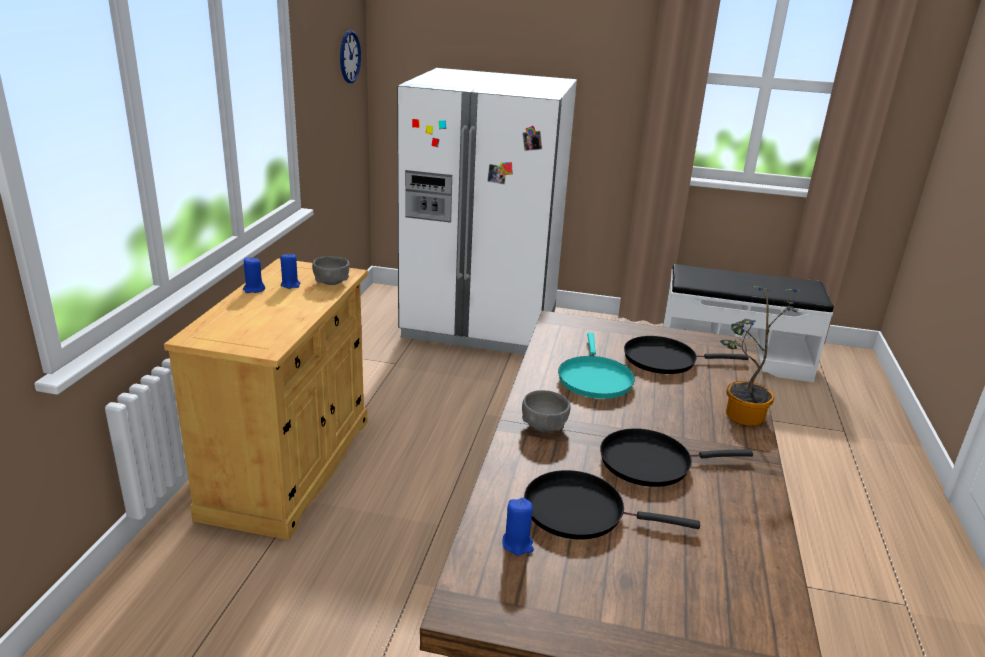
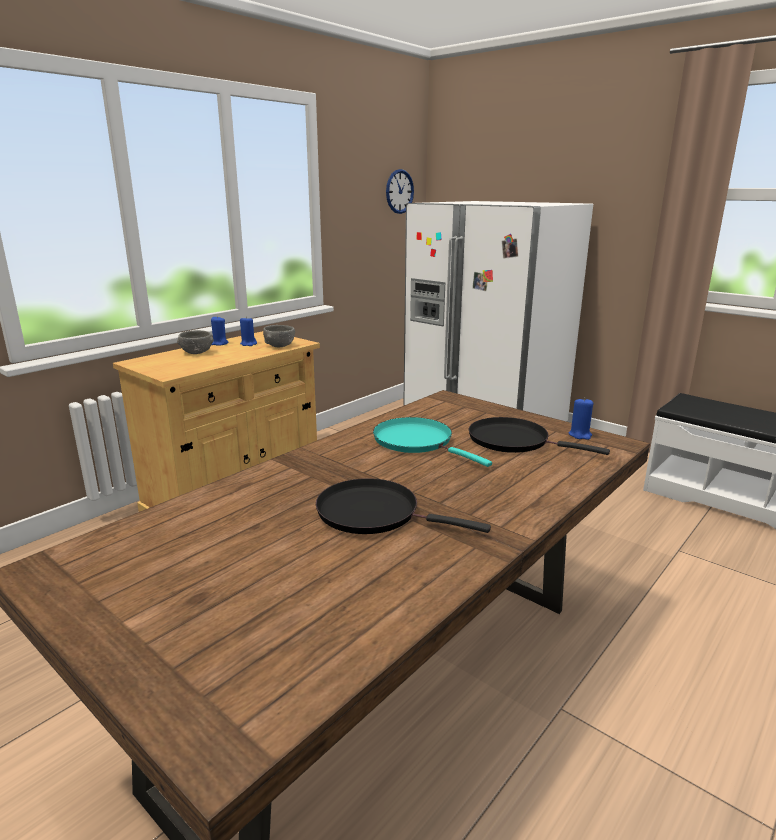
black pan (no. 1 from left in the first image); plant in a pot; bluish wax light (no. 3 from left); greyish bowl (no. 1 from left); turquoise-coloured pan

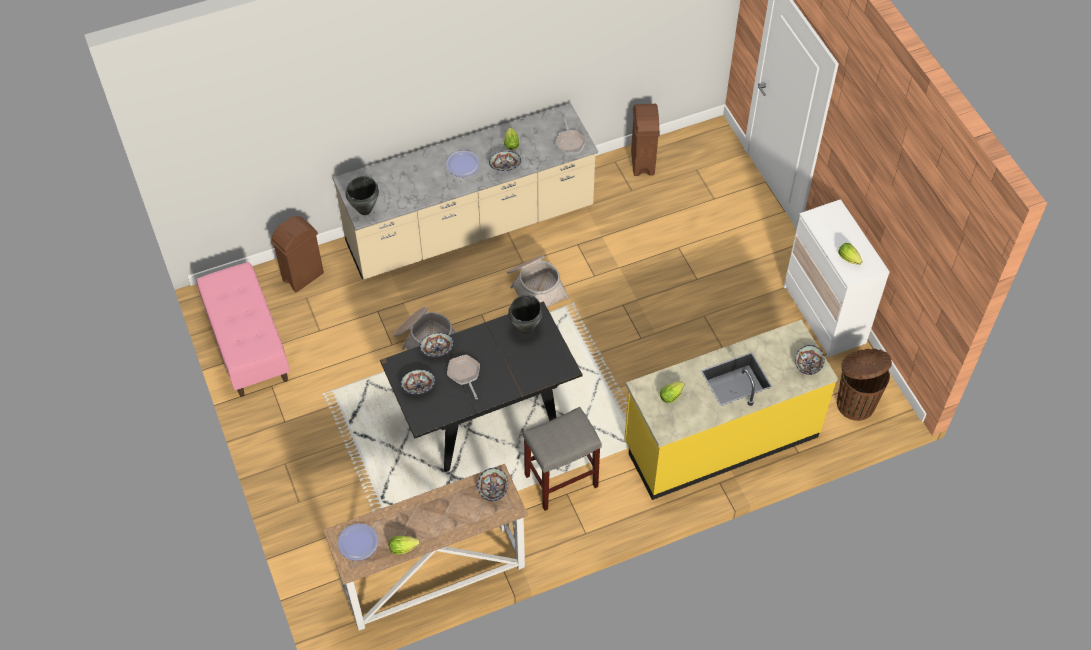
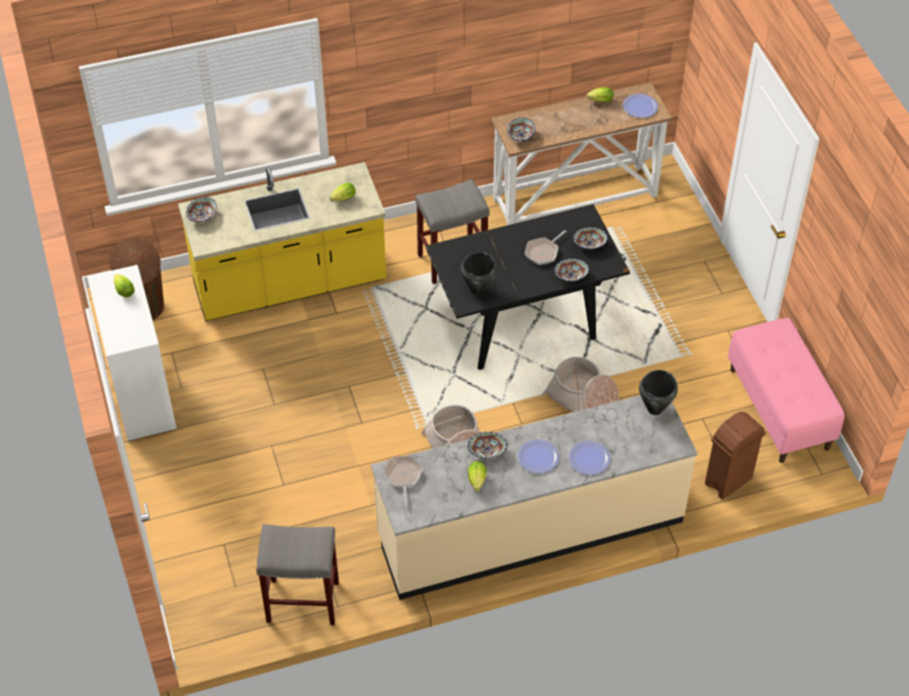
dinner plate (no. 2 from left); greyish sitting stool (no. 1 from left); pan (no. 2 from left)

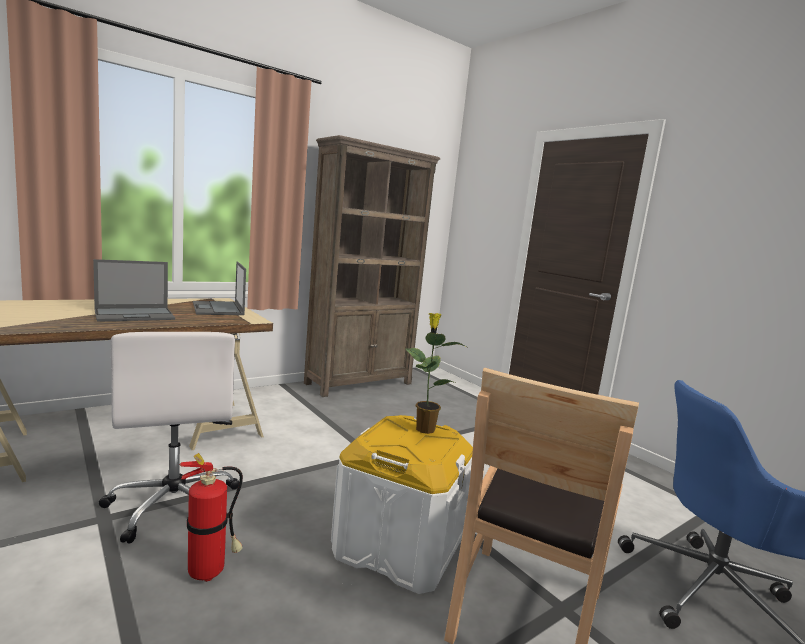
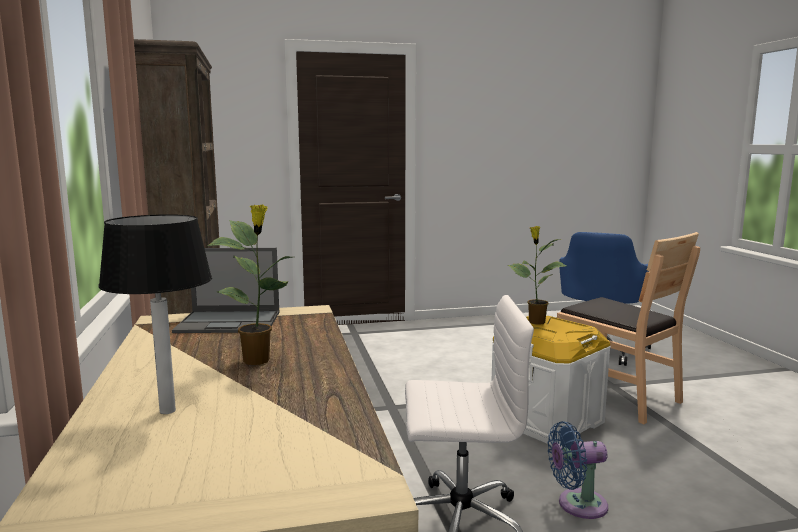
tabletop lamp; plant in a pot (no. 1 from left); bluish fan

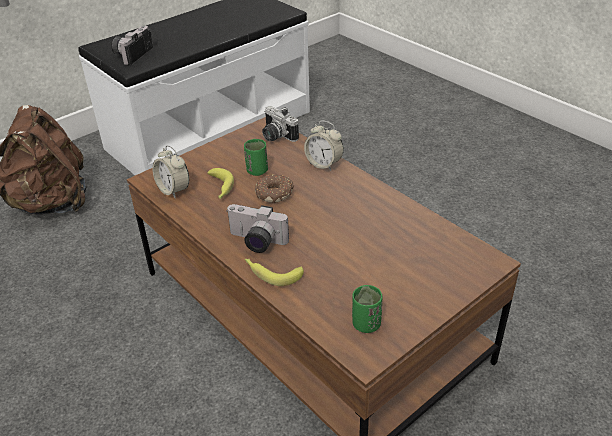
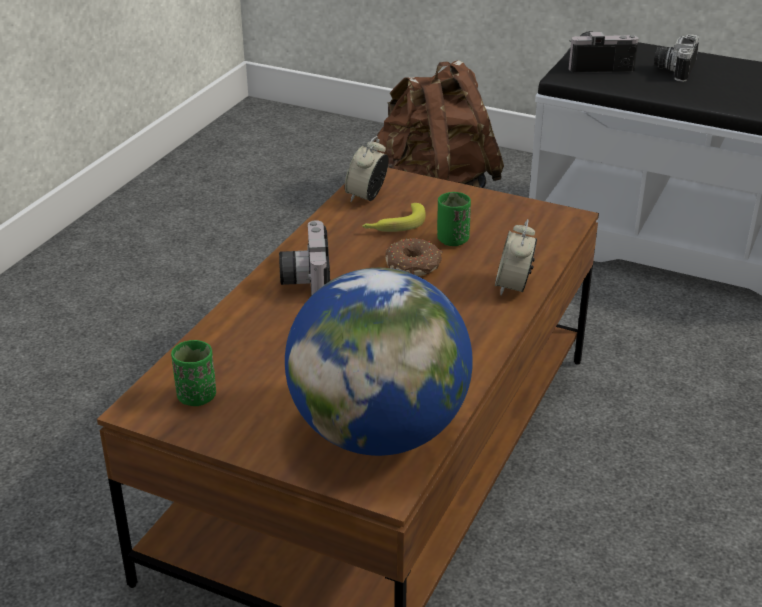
whole banana (no. 2 from left in the first image); globe; still camera (no. 3 from left)

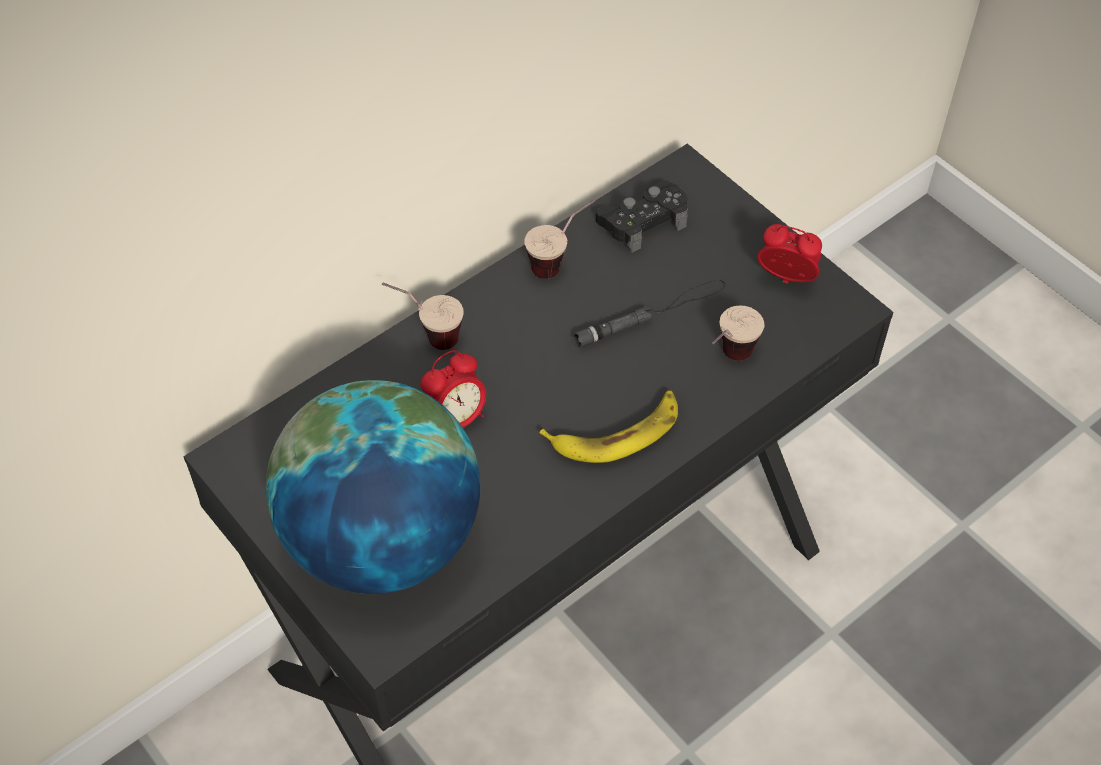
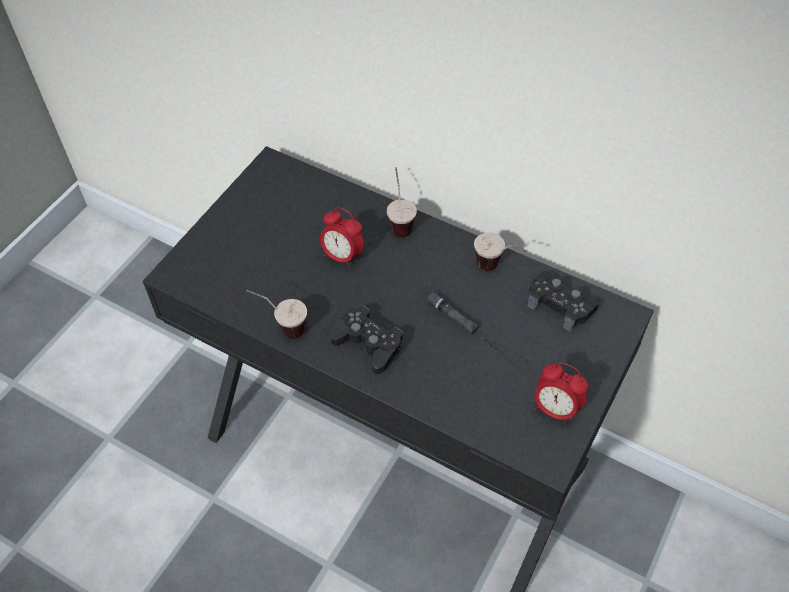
globe; small cup (no. 1 from left); black gamepad (no. 1 from left); bedside clock (no. 2 from left)

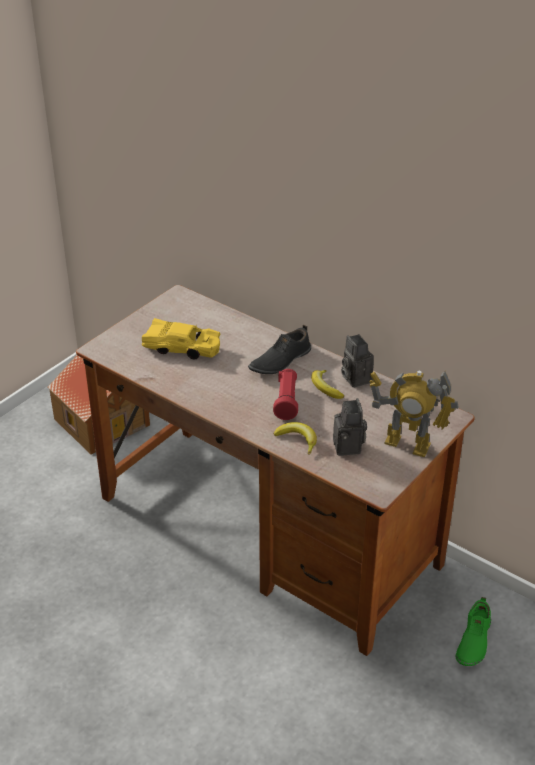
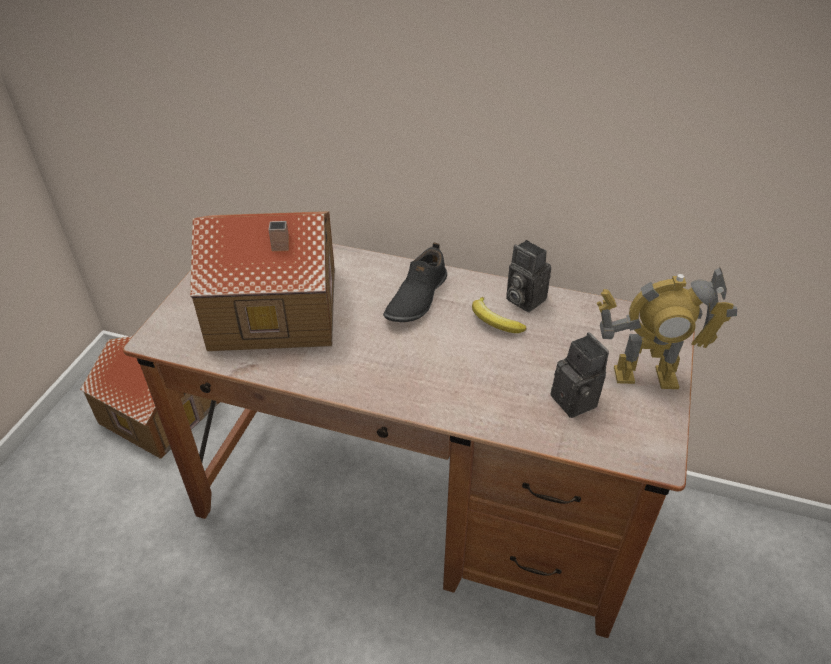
red torch; whole banana (no. 1 from left in the first image); green shoe; toy house (no. 2 from left)

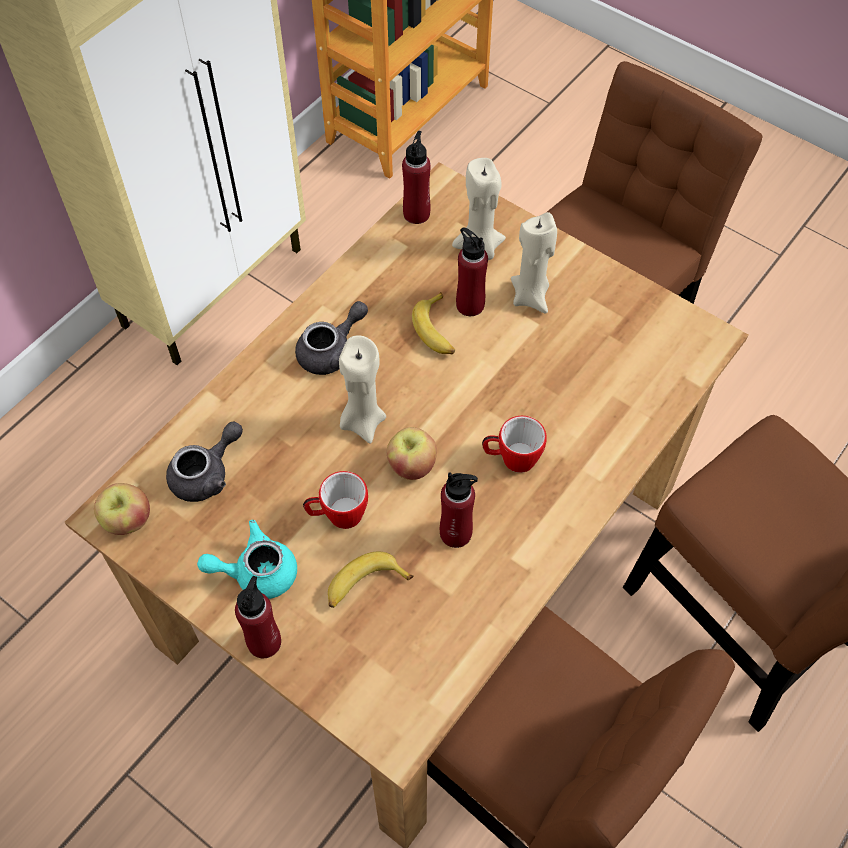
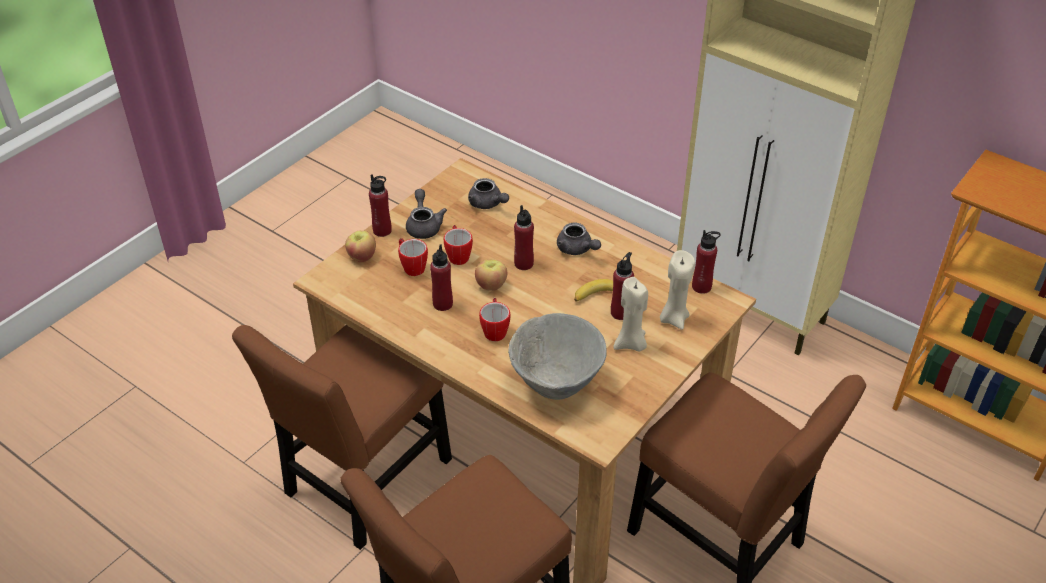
greyish bowl; apple fruit (no. 1 from left); coffee mug (no. 1 from left); red beverage bottle (no. 3 from left); greyish tea pot (no. 1 from left)

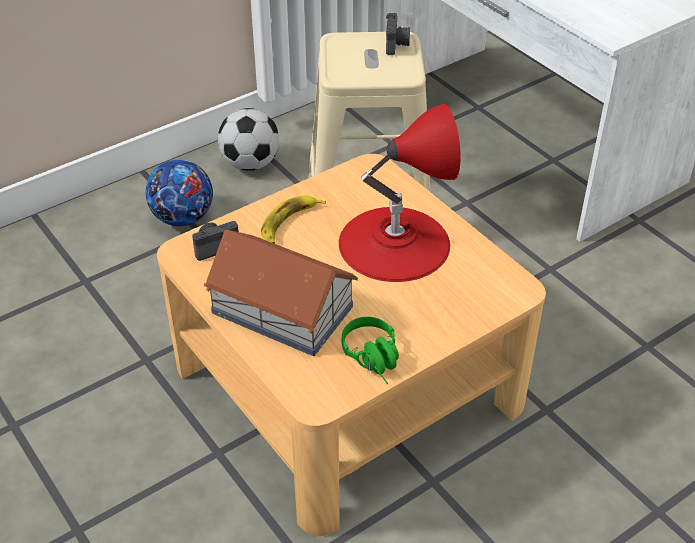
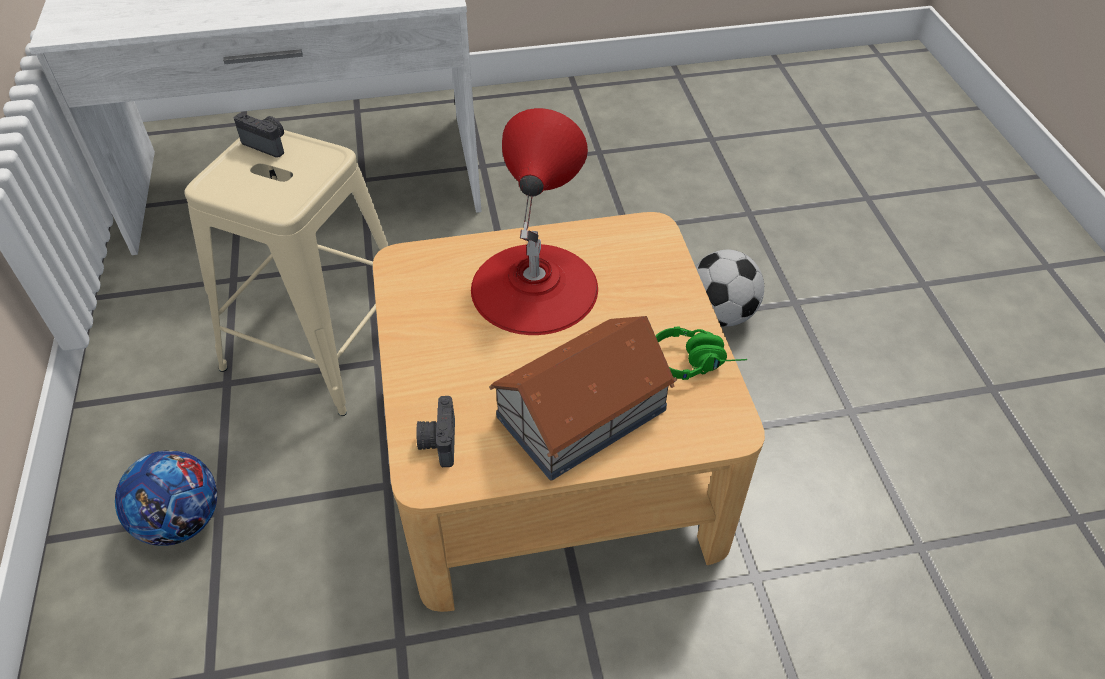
whole banana; football (no. 2 from left)

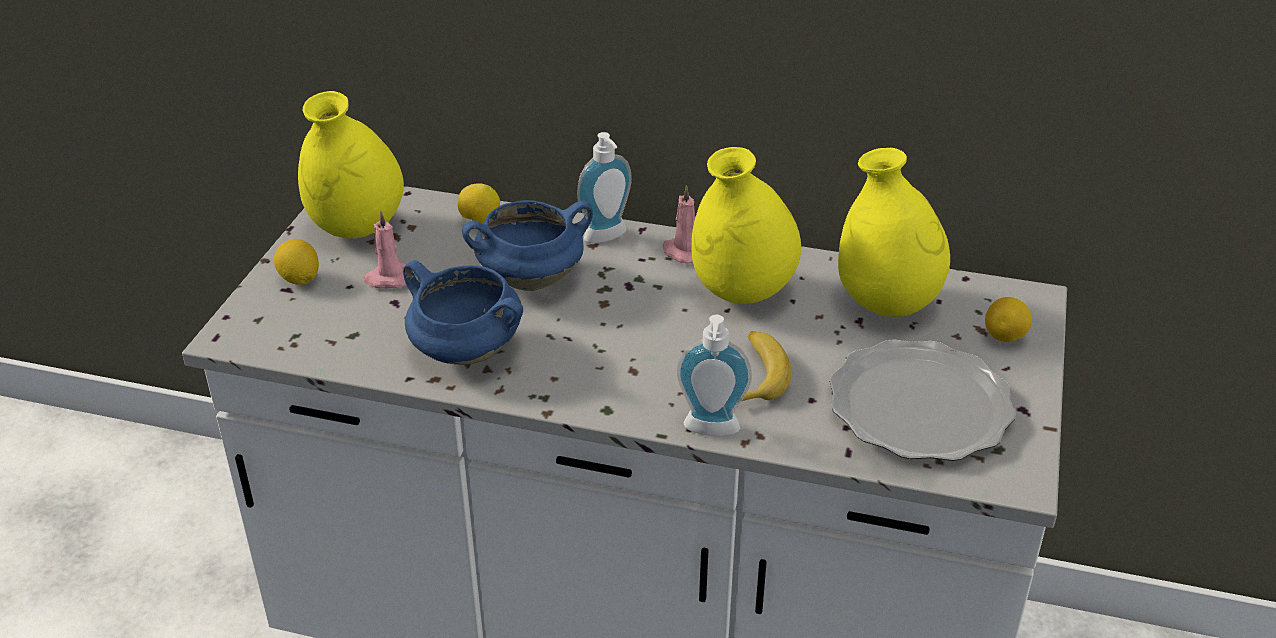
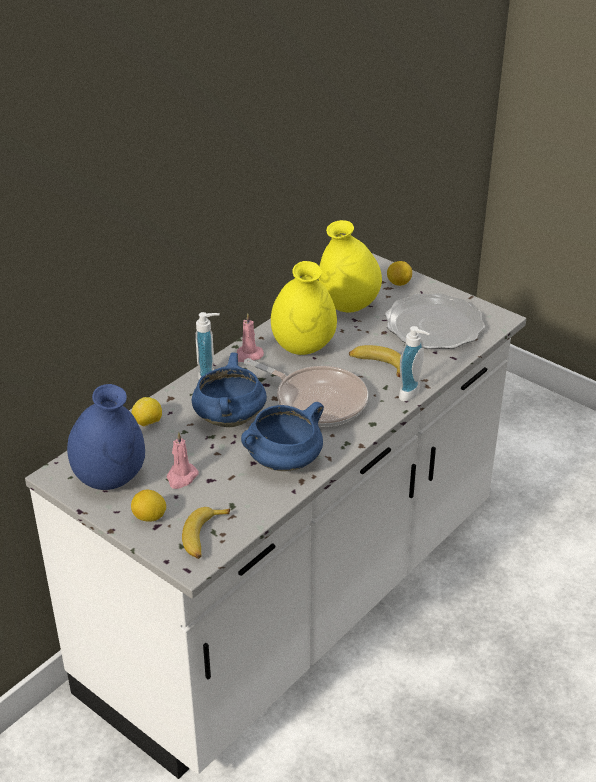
whole banana (no. 1 from left); pan; bluish flower vase

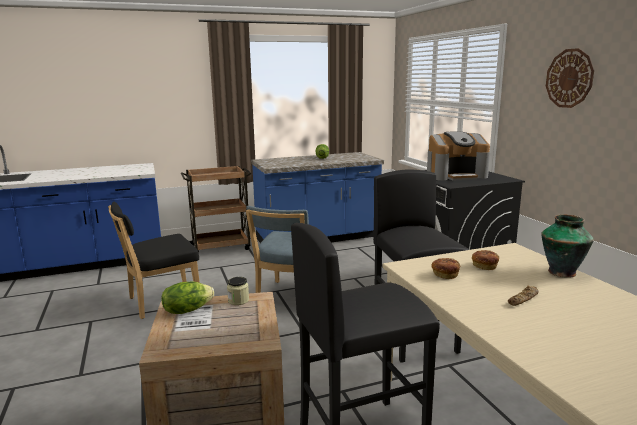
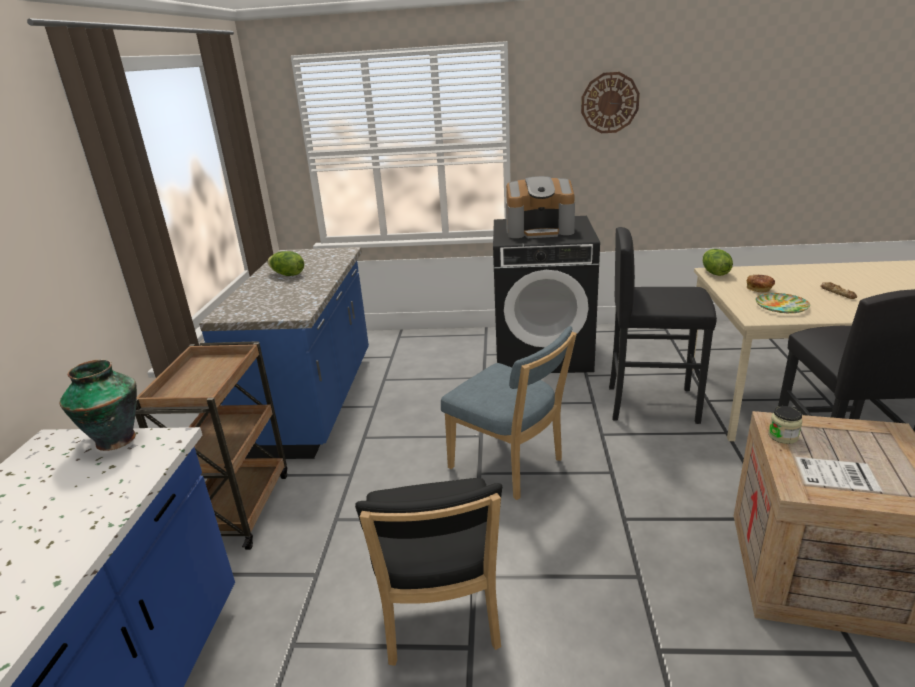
lettuce head (no. 2 from left); flower vase; dinner plate; coffee maker

